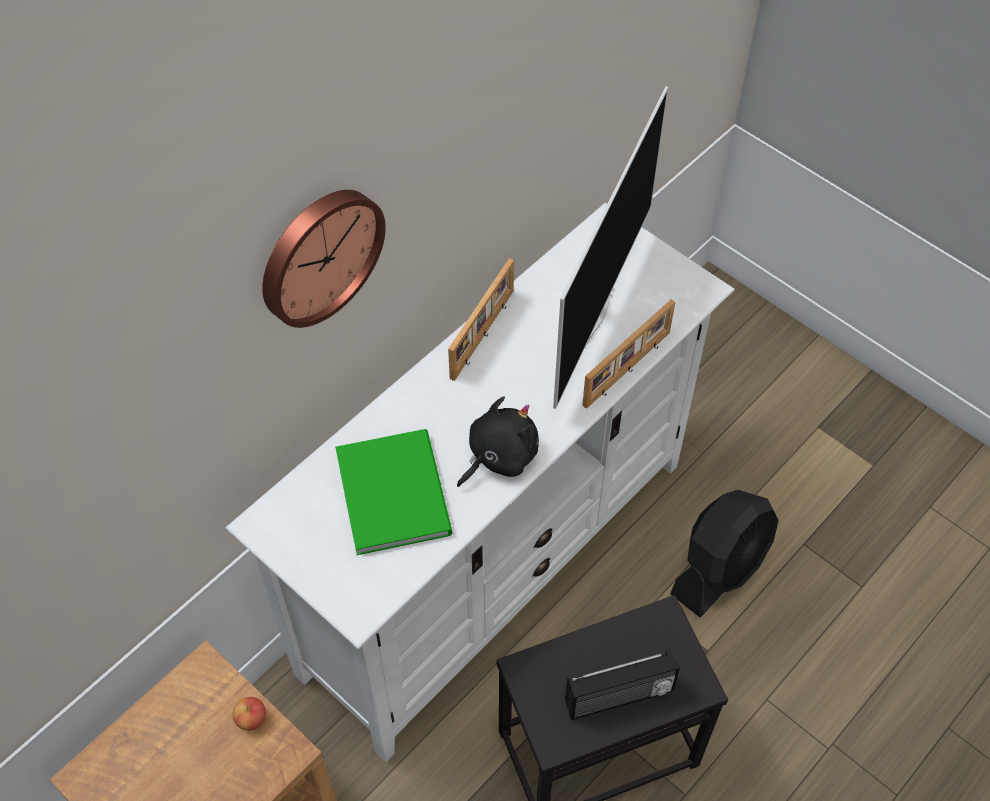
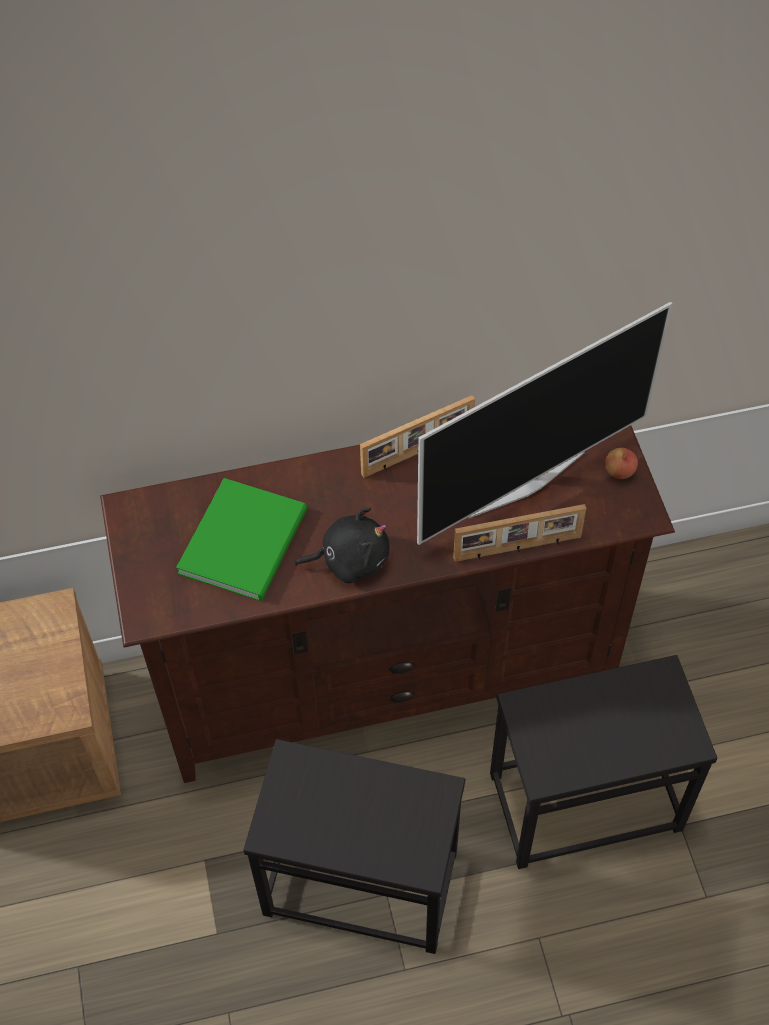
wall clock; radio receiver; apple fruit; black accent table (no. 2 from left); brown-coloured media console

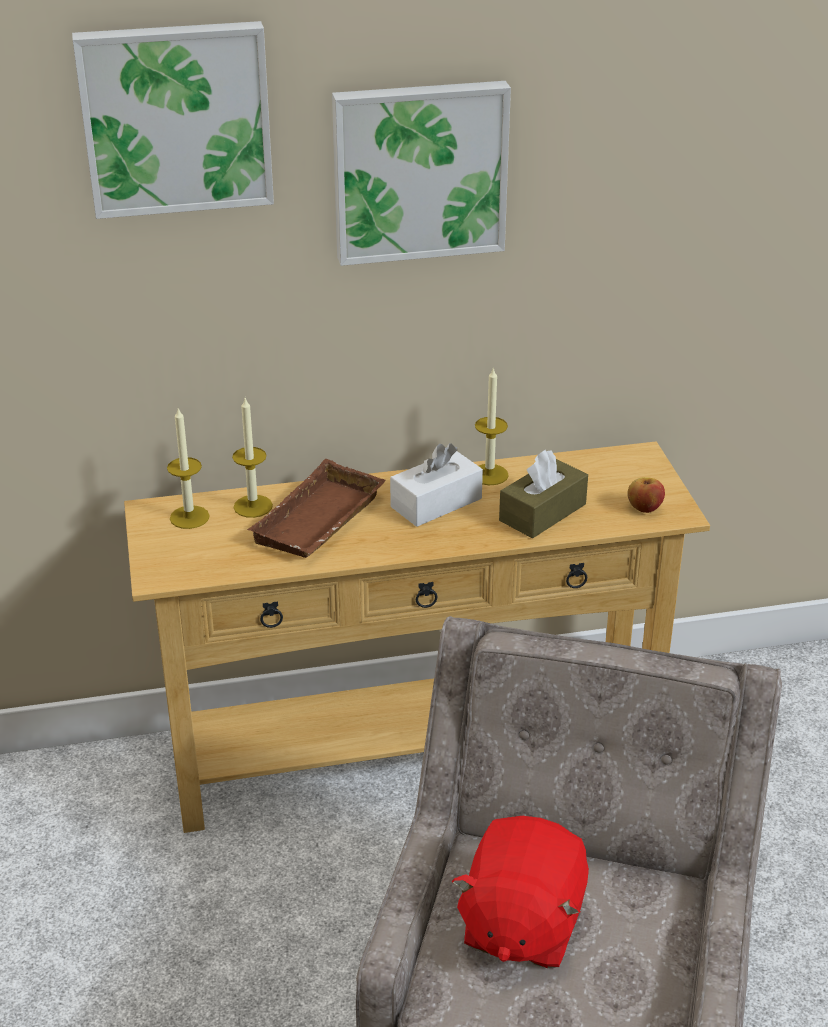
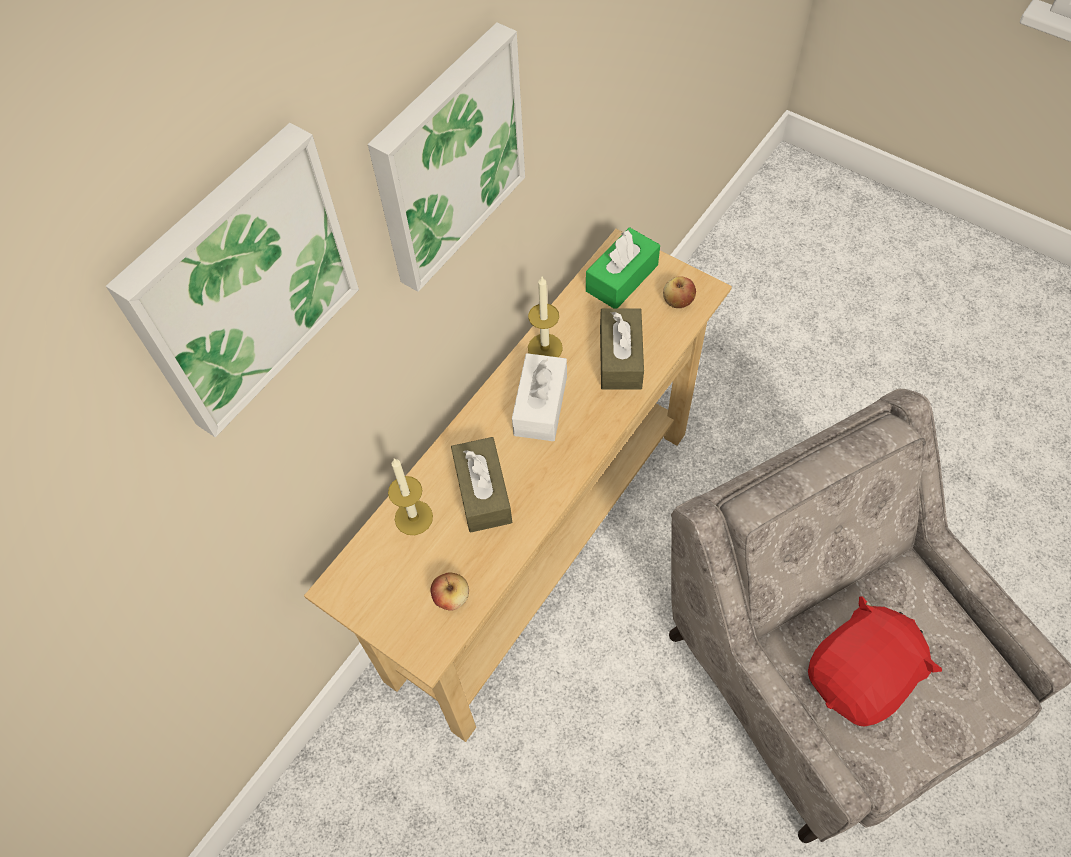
wax light (no. 1 from left in the first image); apple fruit (no. 1 from left); green tissue holder; brown-coloured tissue holder (no. 1 from left); red cuddly toy

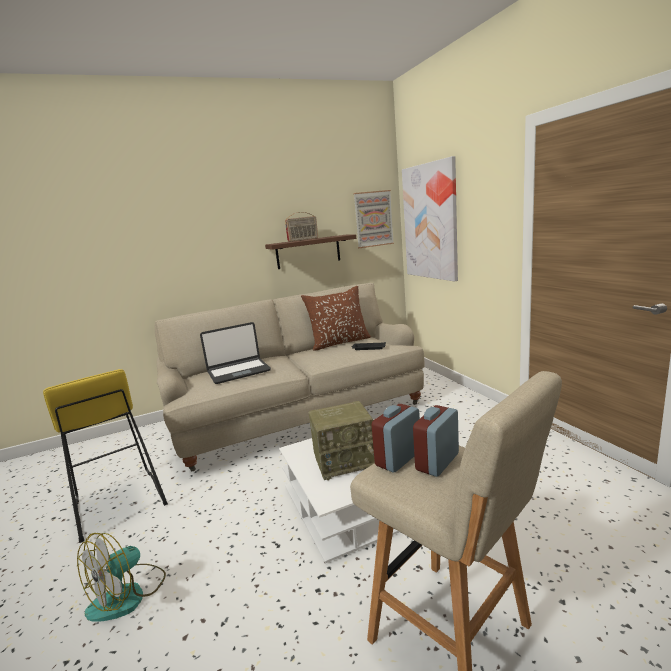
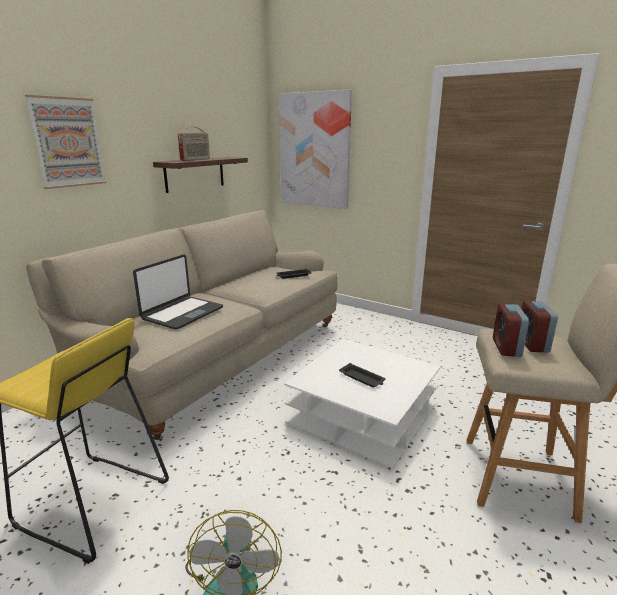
brown-coloured throw pillow; wall picture (no. 1 from left); black tray (no. 2 from left)

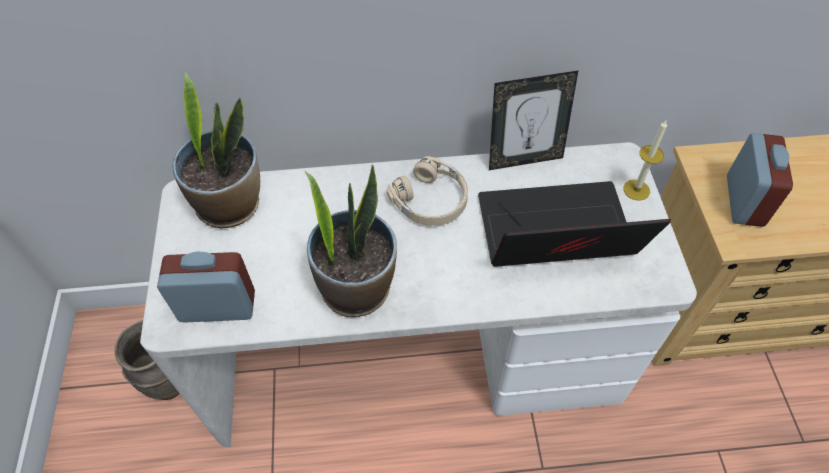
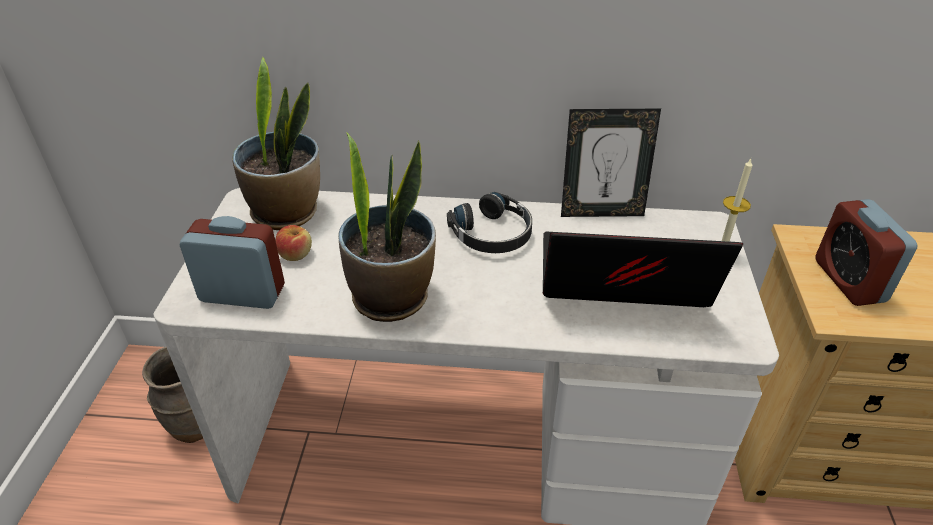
apple fruit; black headphones; bedside clock (no. 2 from left)

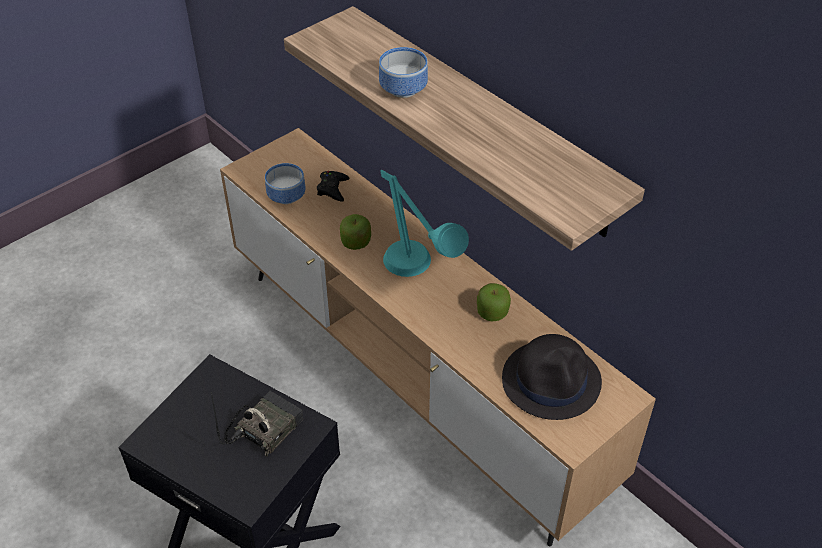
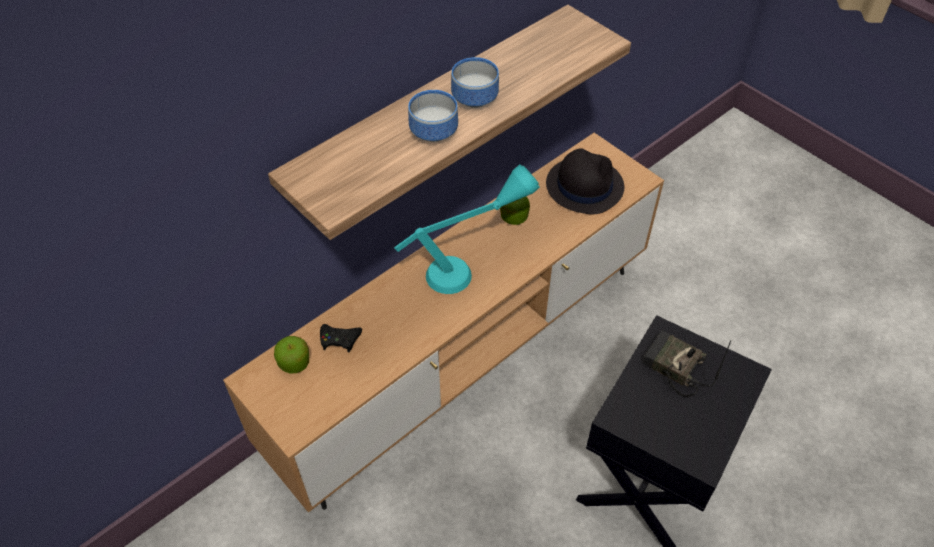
bowl (no. 2 from left); apple fruit (no. 1 from left)

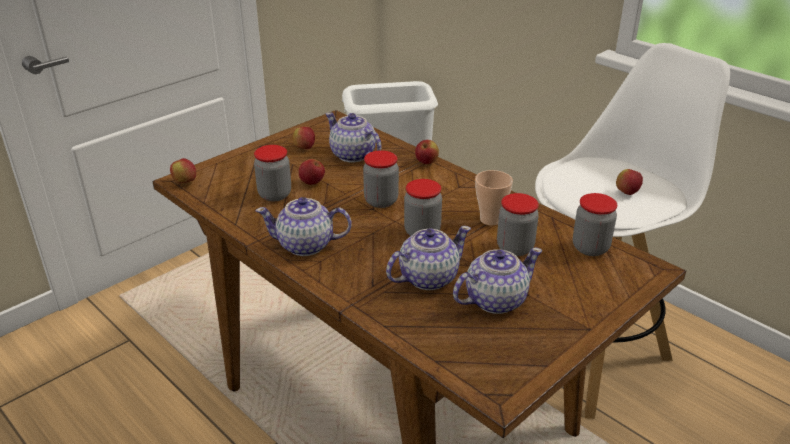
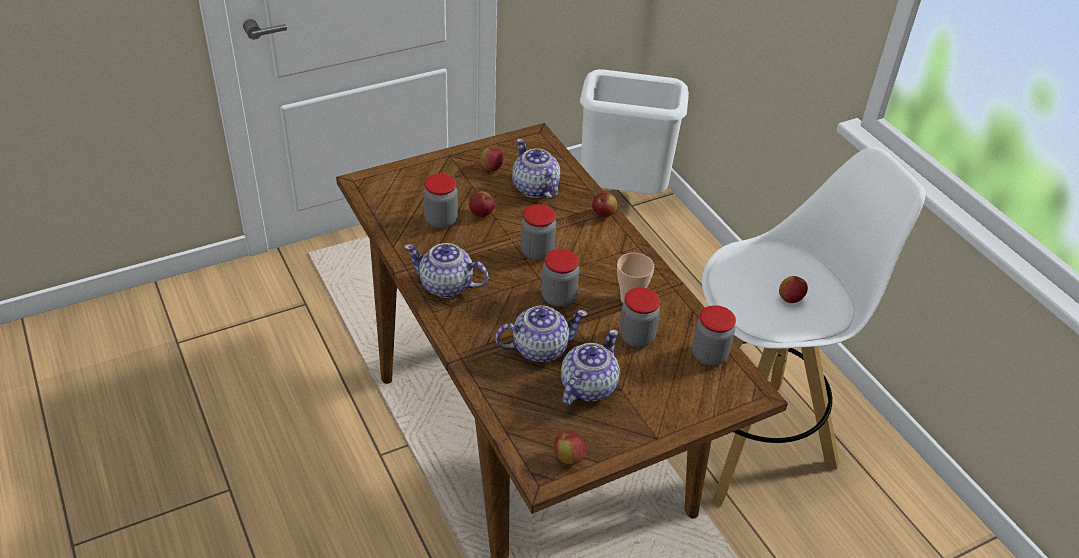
apple fruit (no. 3 from left); tea pot (no. 4 from left)

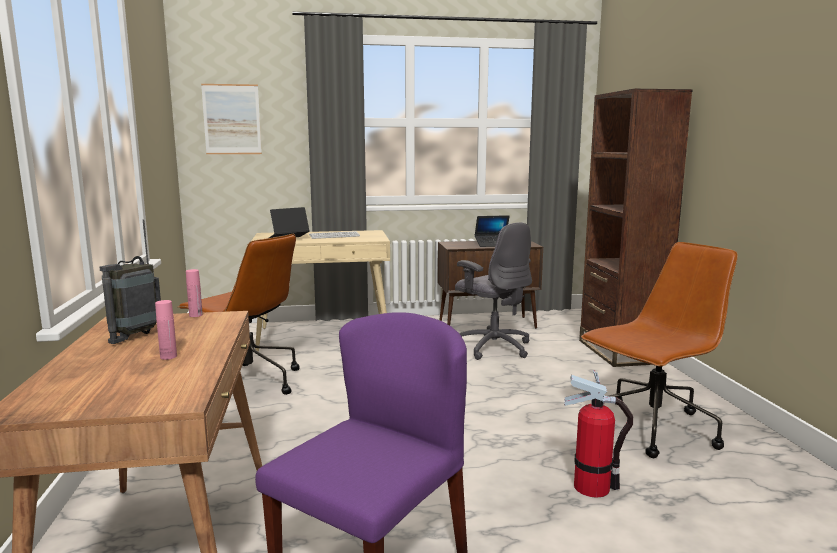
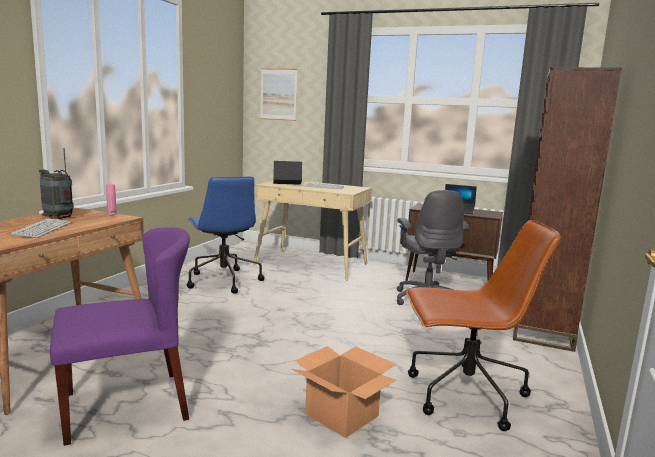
keyboard (no. 1 from left); carton; bluish office chair; radio receiver

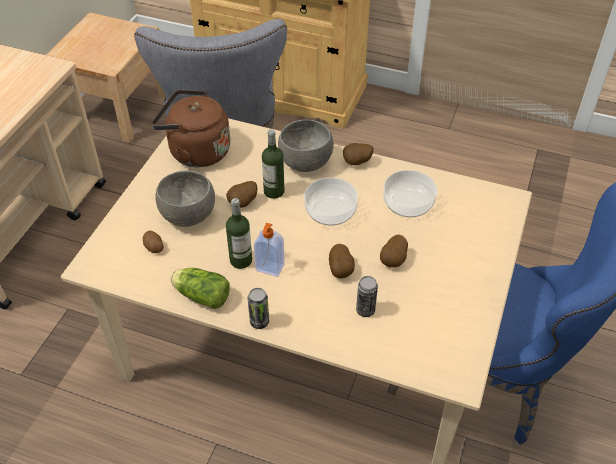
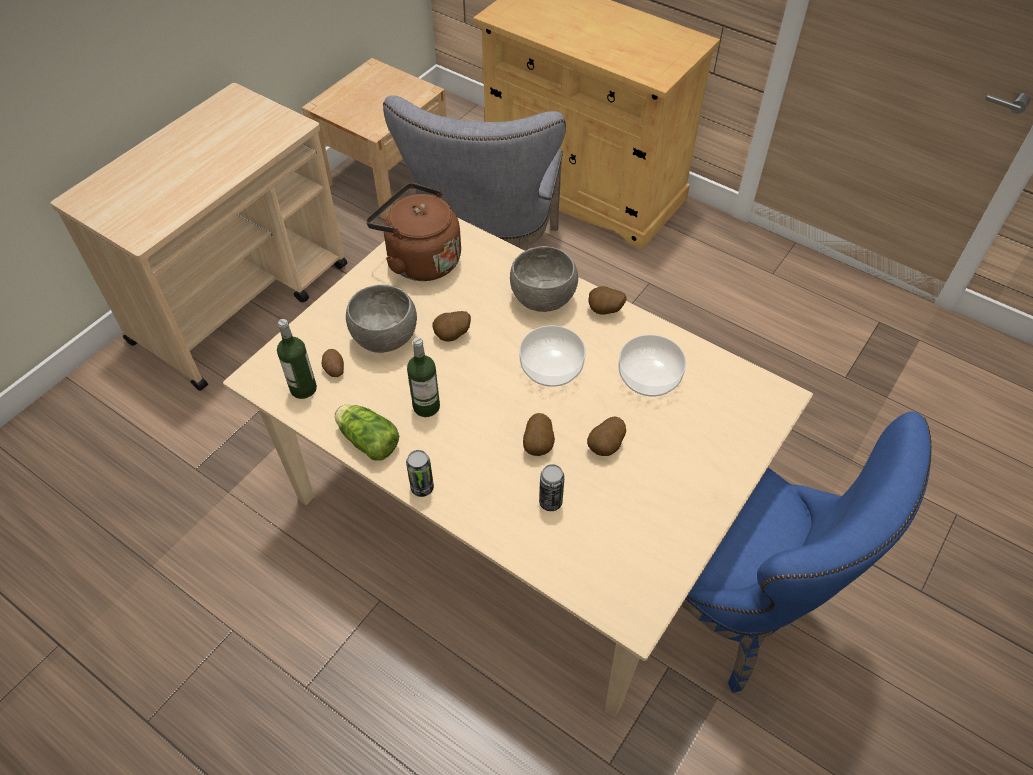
soap bottle; beverage bottle (no. 1 from left)

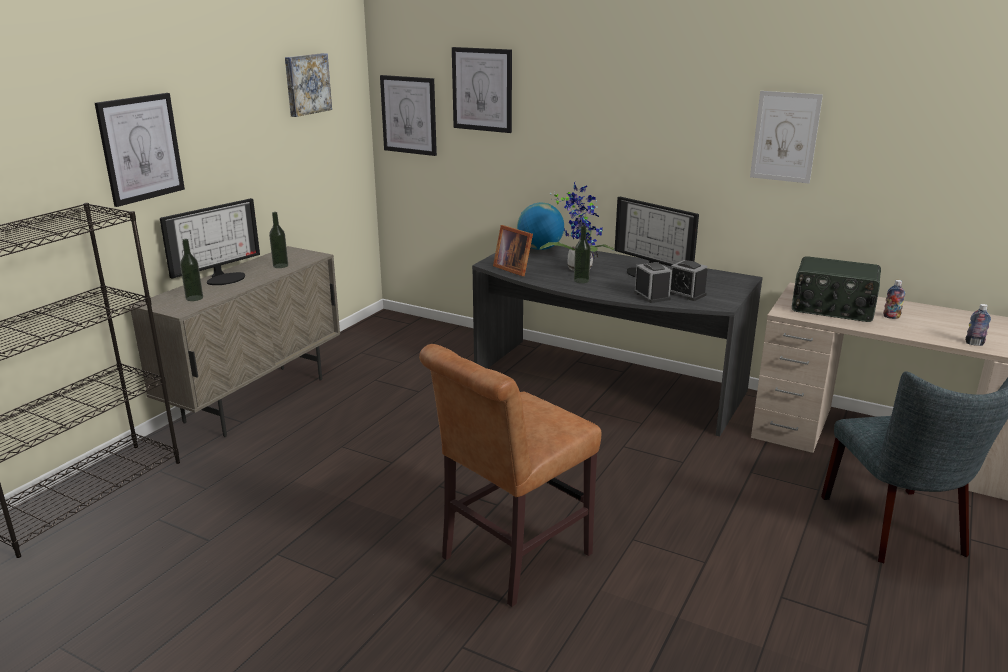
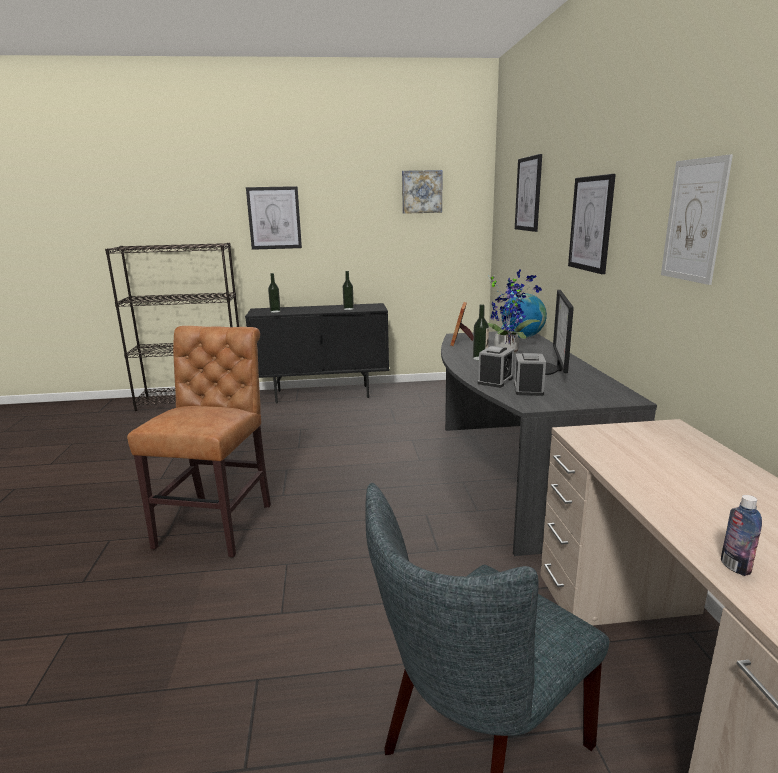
computer screen (no. 1 from left in the first image); radio receiver; beverage bottle (no. 4 from left in the first image); wall picture (no. 4 from left); black cupboard; brown-coloured chair

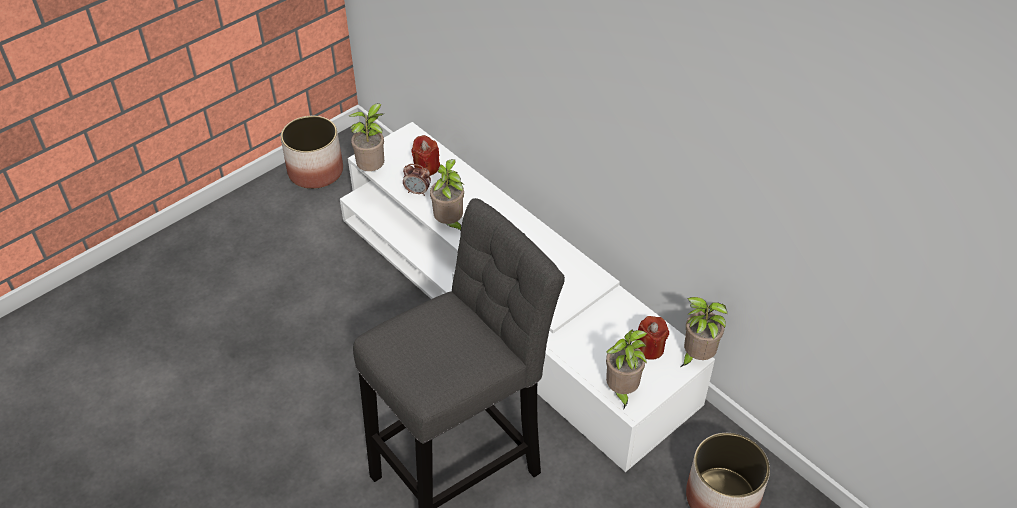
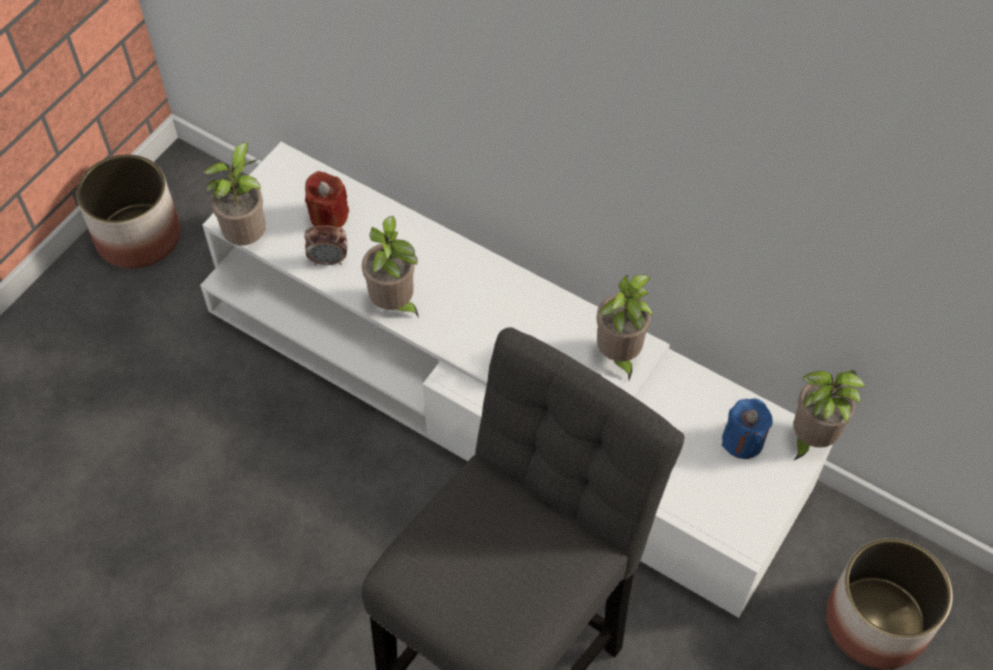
plant in a pot (no. 3 from left); bluish wax light

